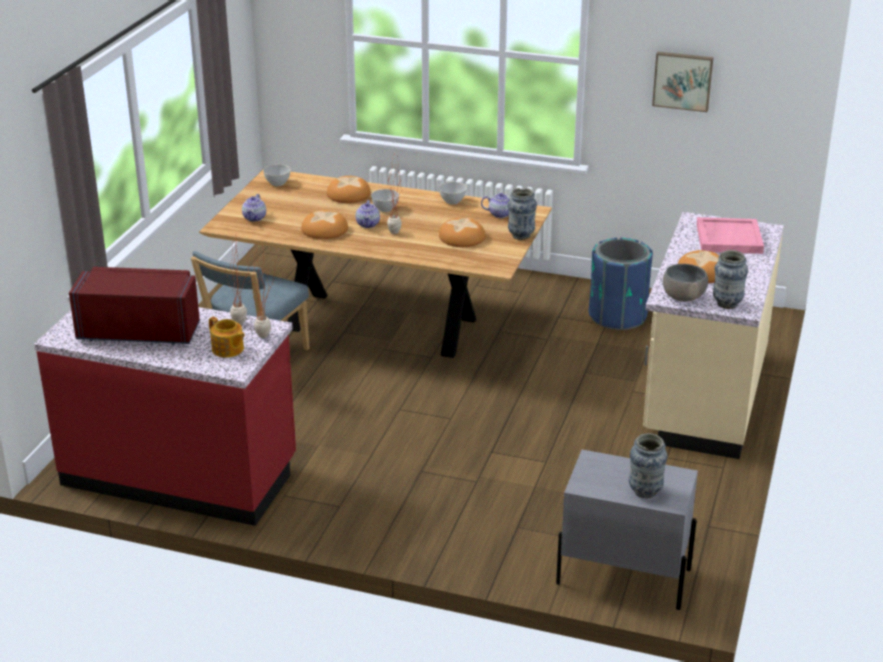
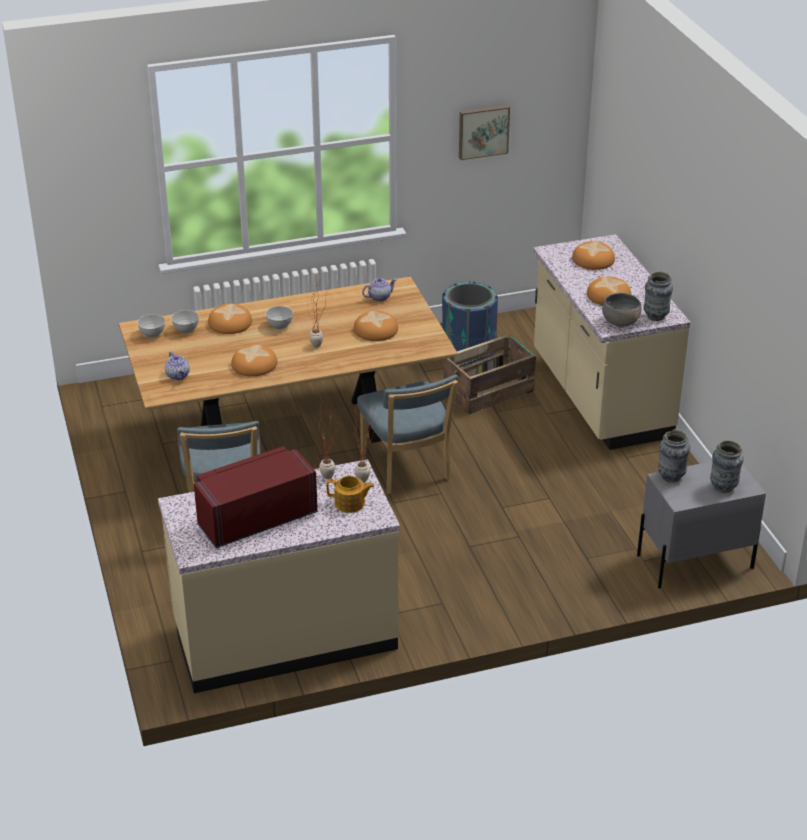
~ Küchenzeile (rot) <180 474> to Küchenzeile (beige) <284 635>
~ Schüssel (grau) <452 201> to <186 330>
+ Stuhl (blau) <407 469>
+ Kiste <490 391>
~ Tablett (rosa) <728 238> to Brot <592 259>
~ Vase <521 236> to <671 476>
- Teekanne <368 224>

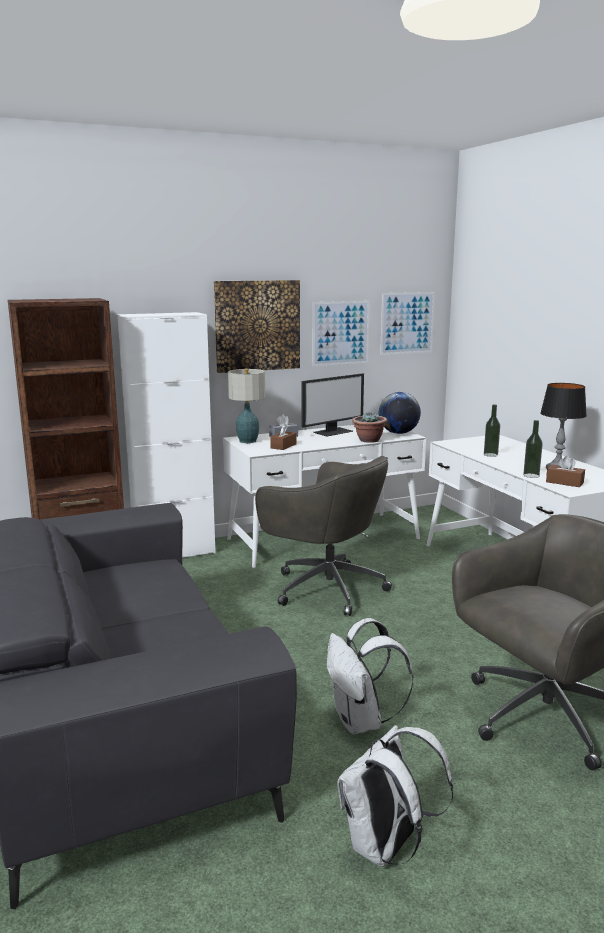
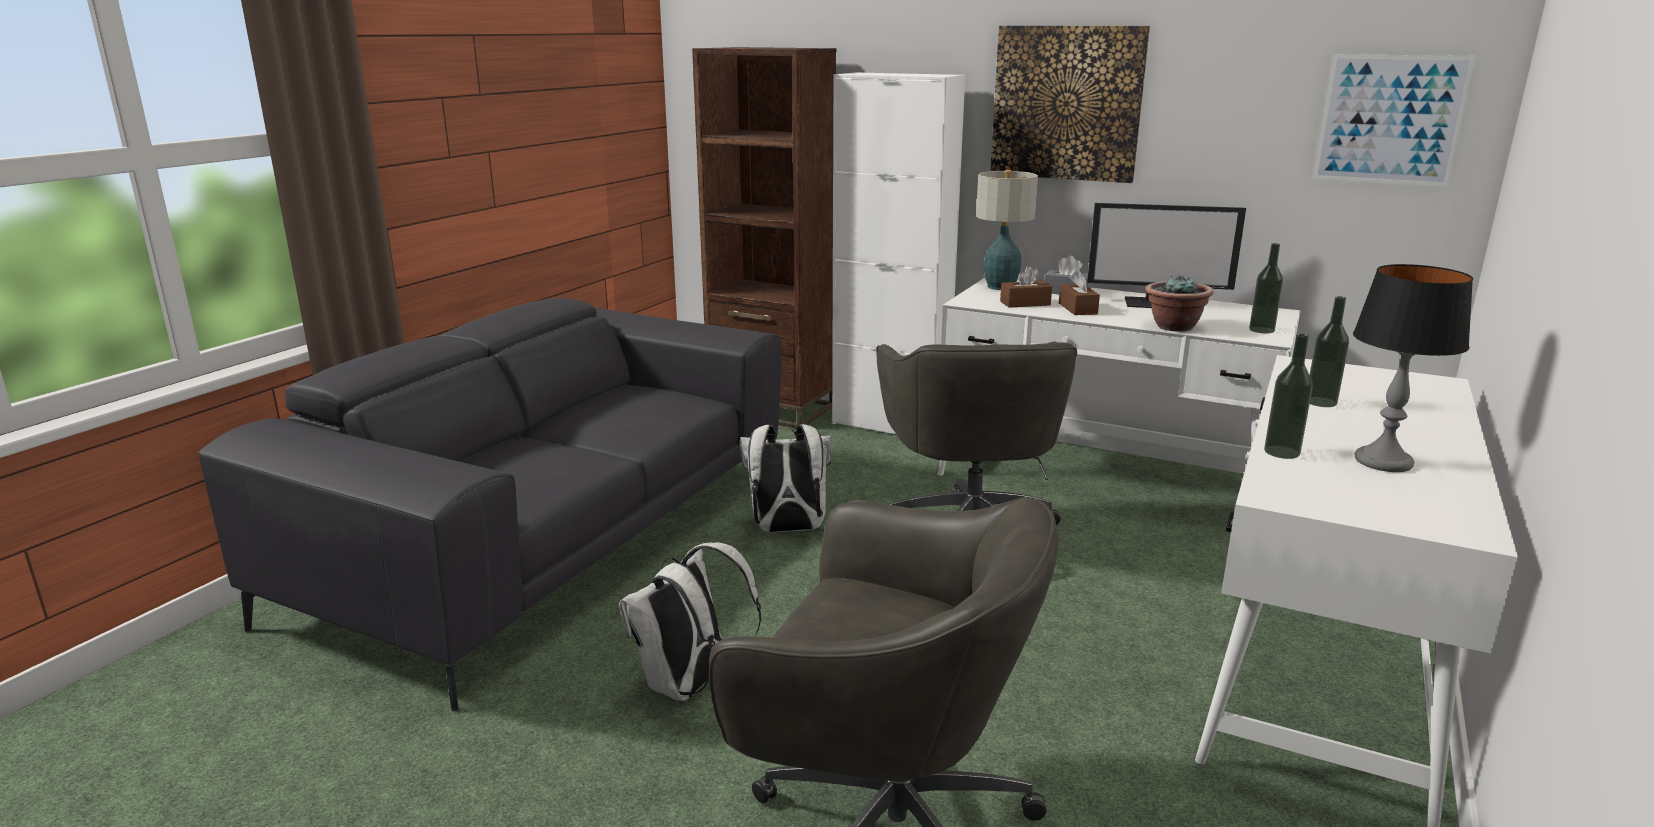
~ Rucksack (weiß) <386 848> to <787 529>
~ Taschentuchbox (braun) <564 482> to <1077 308>
~ Globus <398 433> to Flasche <1261 330>
- Bild <340 333>

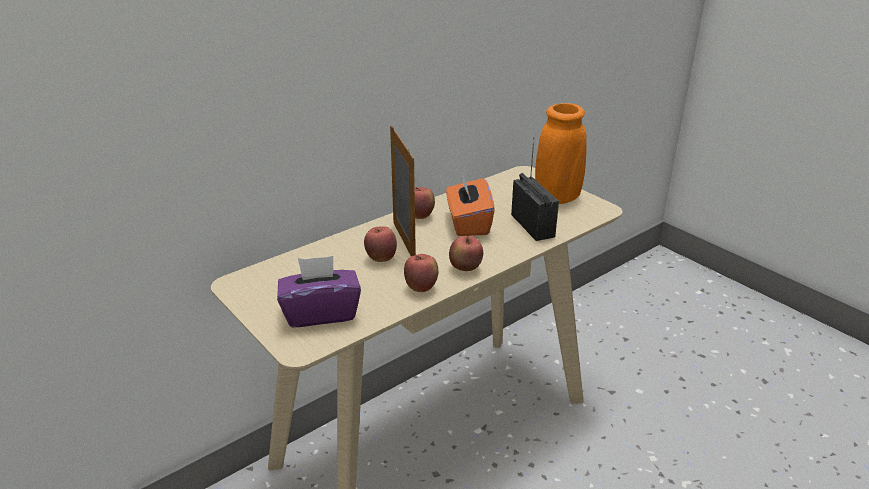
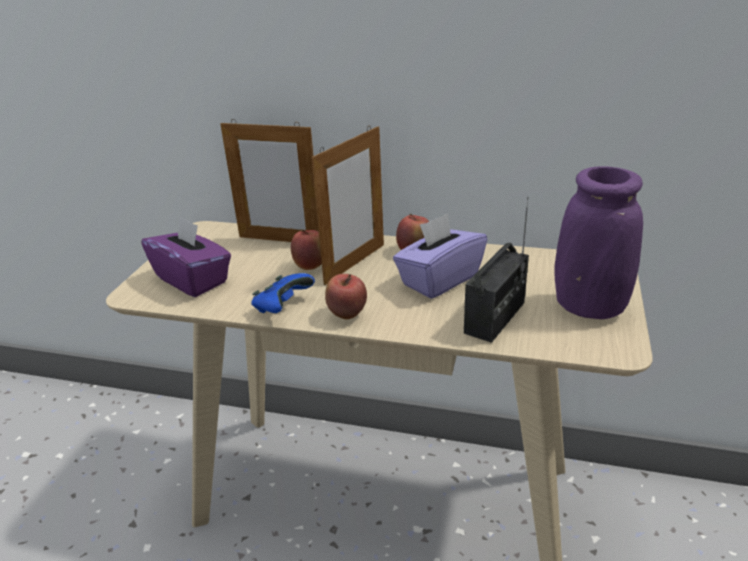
+ Bilderrahmen <280 240>
~ Apfel <421 288> to Gamepad (blau) <283 307>
~ Taschentuchbox (orange) <468 223> to Taschentuchbox (lila) <439 279>
~ Vase (orange) <557 198> to Vase (lila) <588 307>

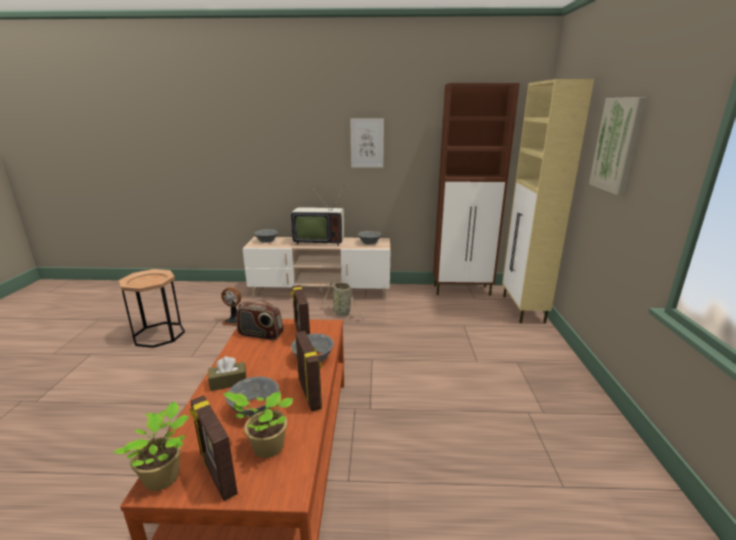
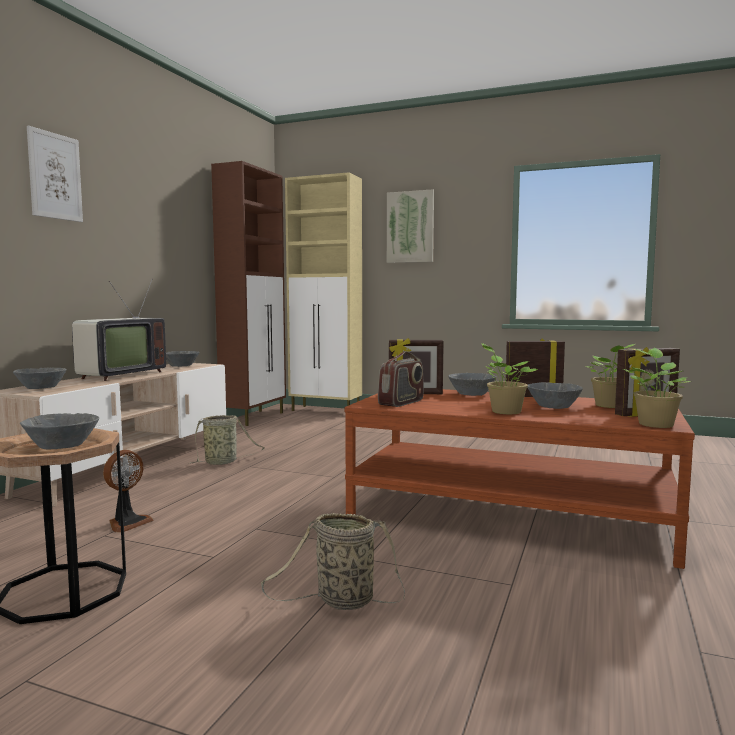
+ Schüssel (grau) <62 446>
~ Bild <367 143> to <55 176>
+ Korb <341 601>
~ Taschentuchbox (braun) <228 382> to Topfpflanze <504 411>

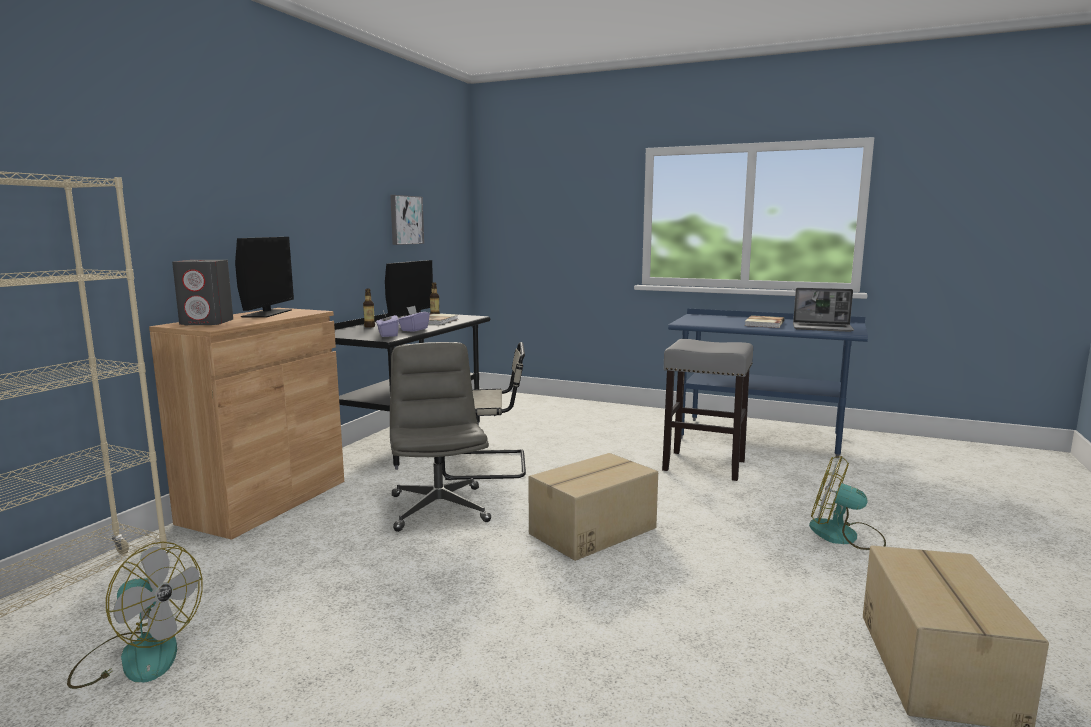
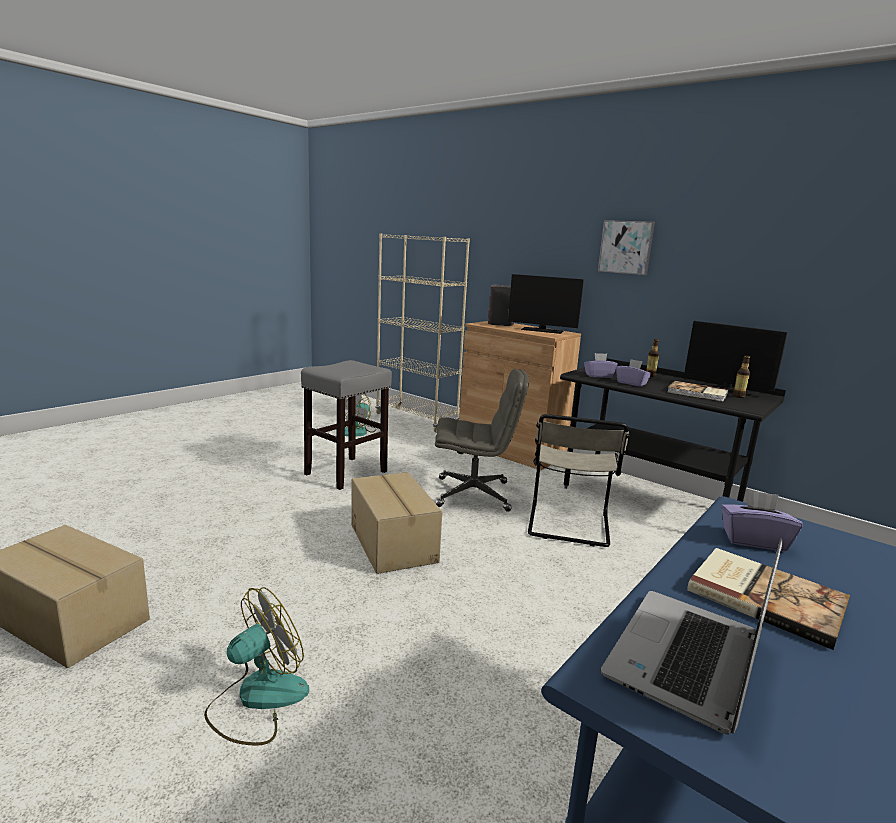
~ Hocker (grau) <703 465> to <346 472>
~ Bild <405 220> to <626 247>
+ Taschentuchbox (lila) <753 540>

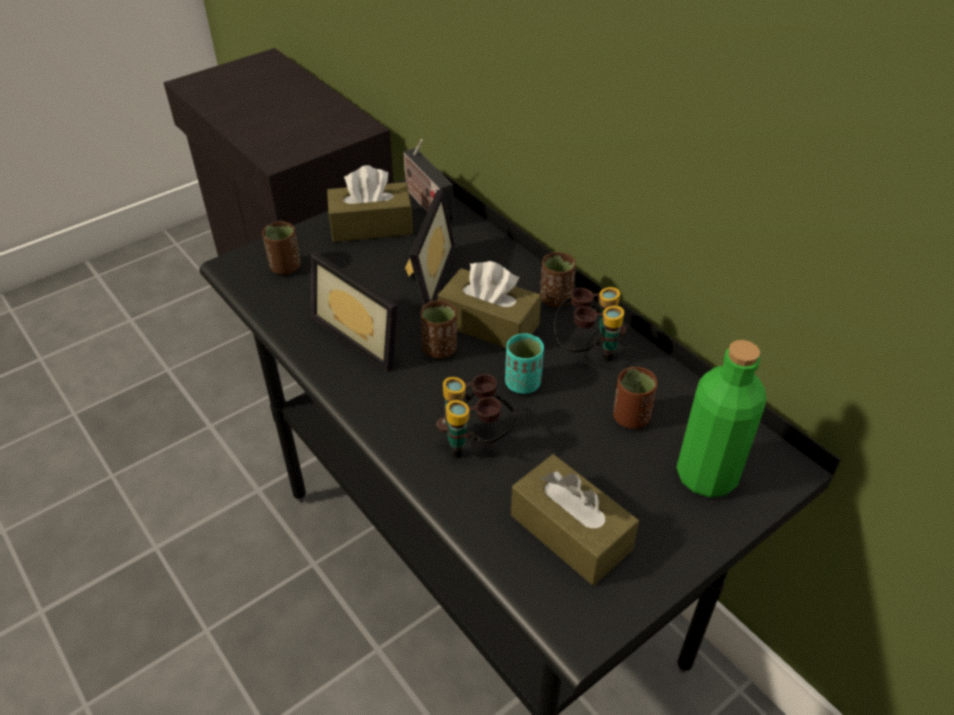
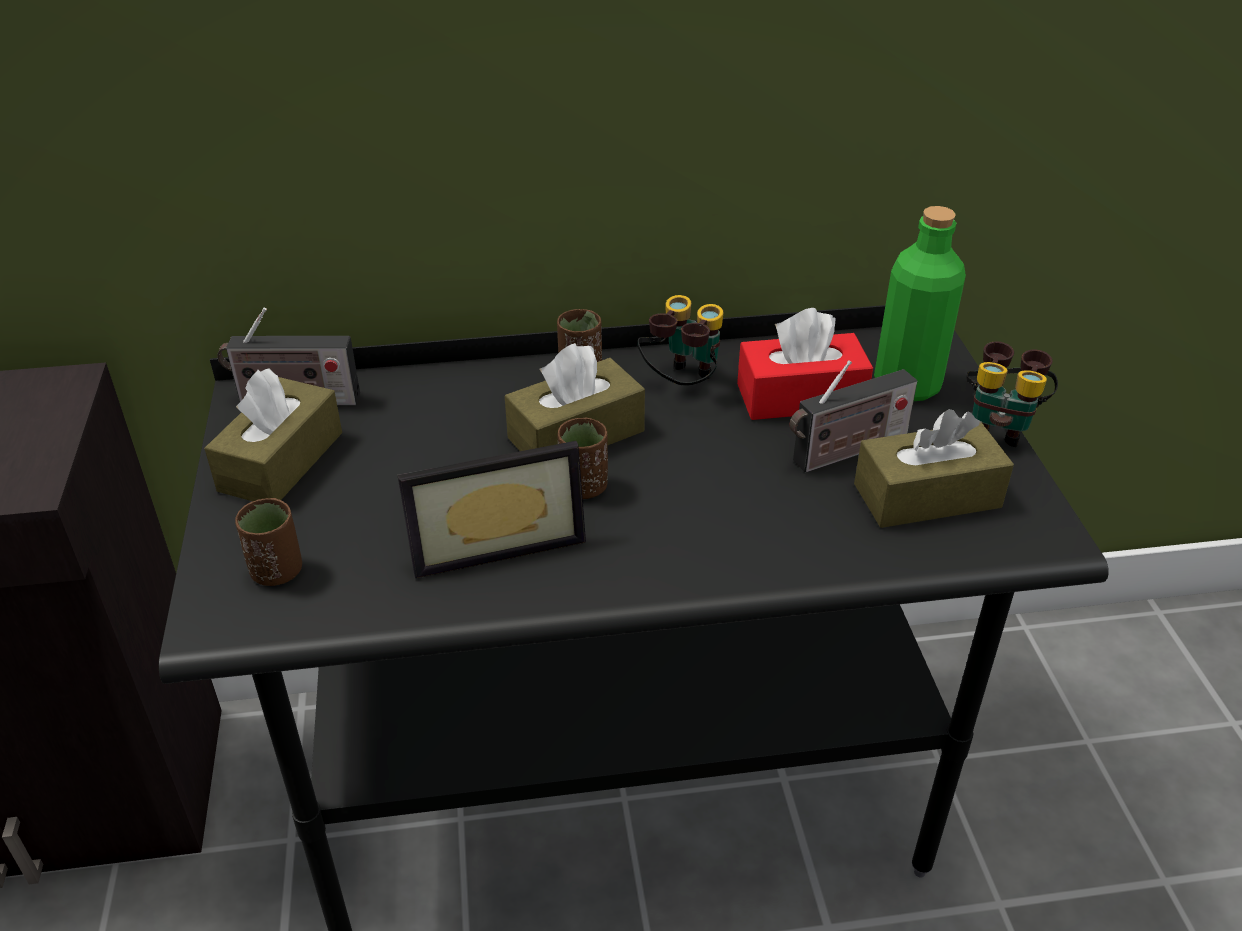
~ Tasse (braun) <630 417> to Taschentuchbox (rot) <800 397>
+ Radio <845 452>
~ Fernglas <476 442> to <999 427>
- Bilderrahmen <423 277>
- Tasse (türkis) <523 383>

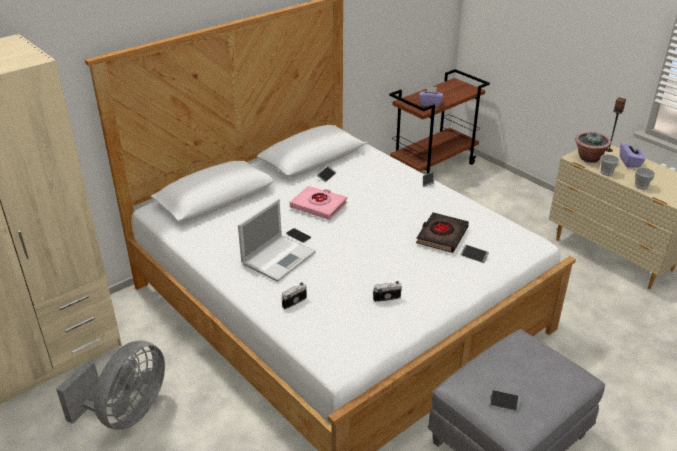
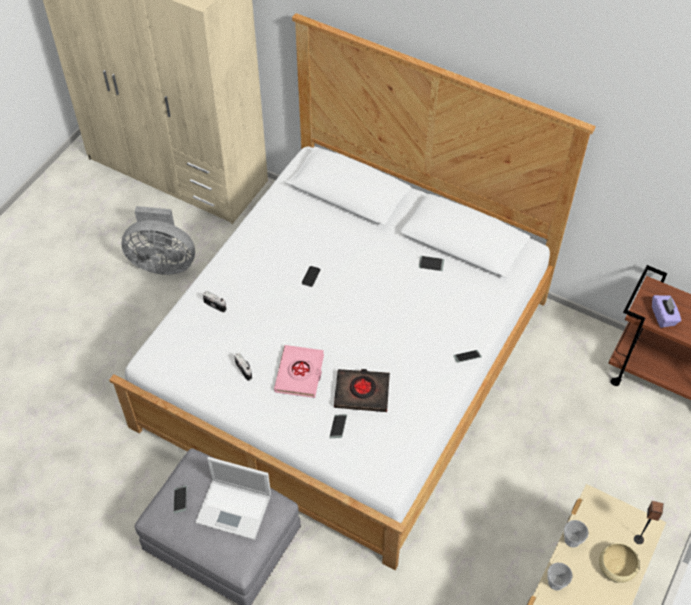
~ Laptop <279 257> to <235 509>
~ Buch (rosa) <319 206> to <300 374>
~ Taschentuchbox (lila) <630 162> to Schüssel (beige) <616 567>
- Topfpflanze <589 158>

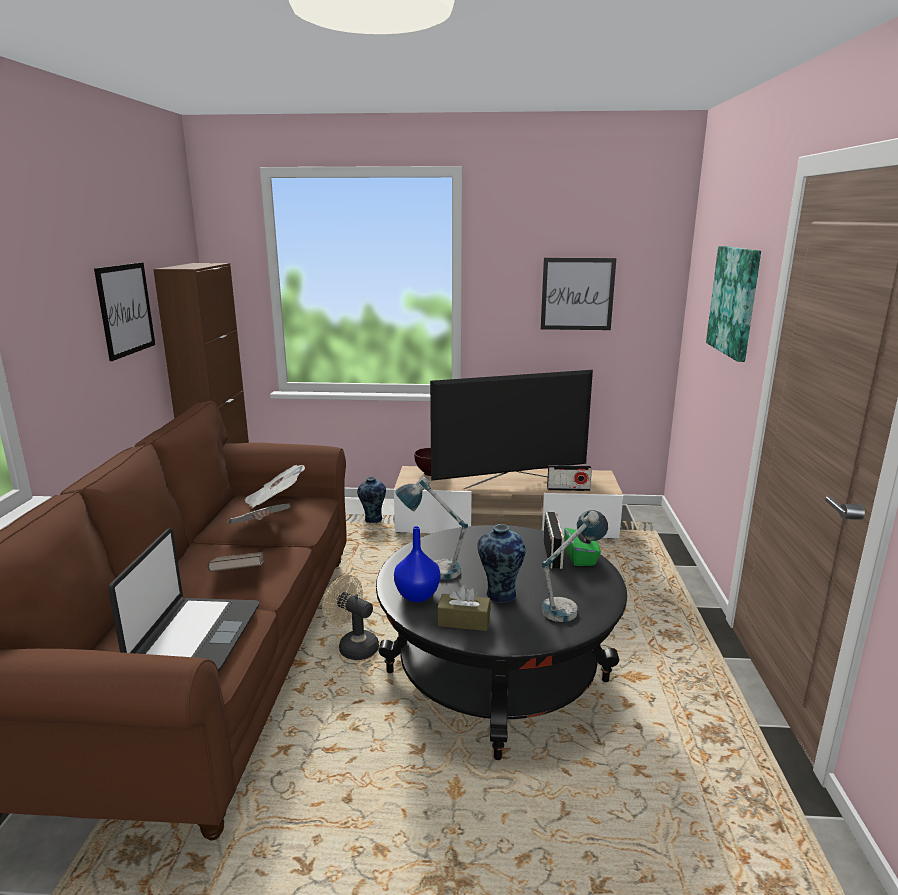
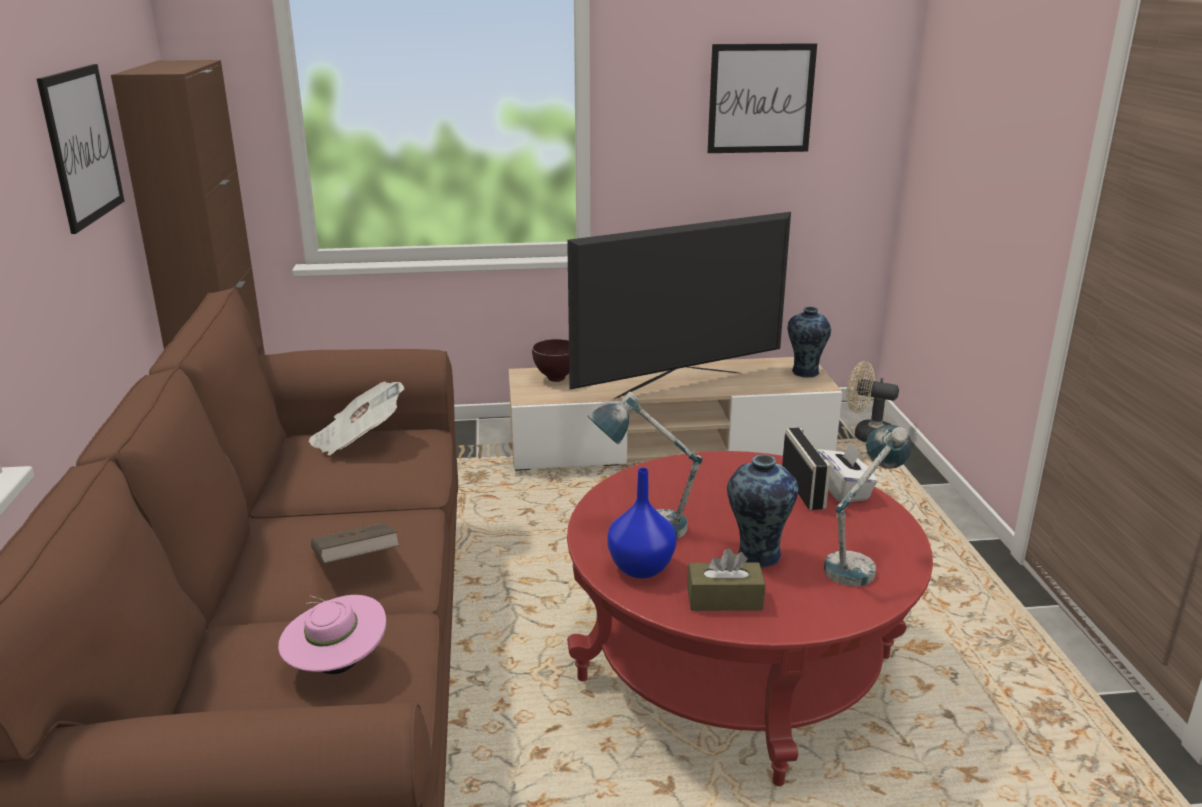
~ Laptop <195 636> to Hut (rosa) <337 666>
~ Couchtisch (schwarz) <497 676> to Couchtisch (rot) <736 667>
~ Vase <372 519> to <804 373>
~ Taschentuchbox (grün) <581 557> to Taschentuchbox (weiß) <843 490>
~ Ventilator (beige) <353 646> to <867 435>
- Zeitung <260 530>
- Radio <568 489>
- Bild <735 301>

